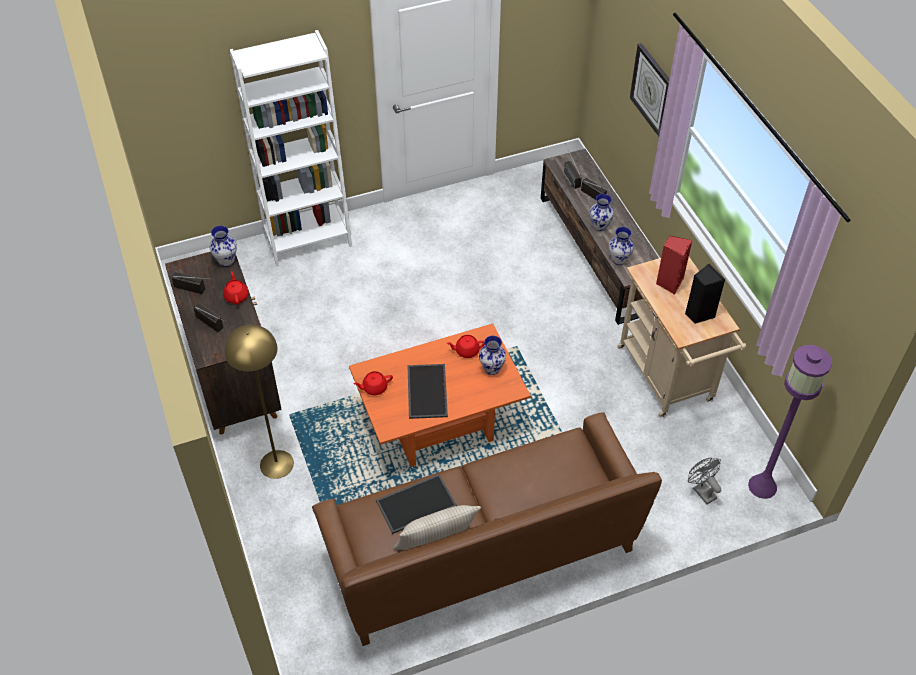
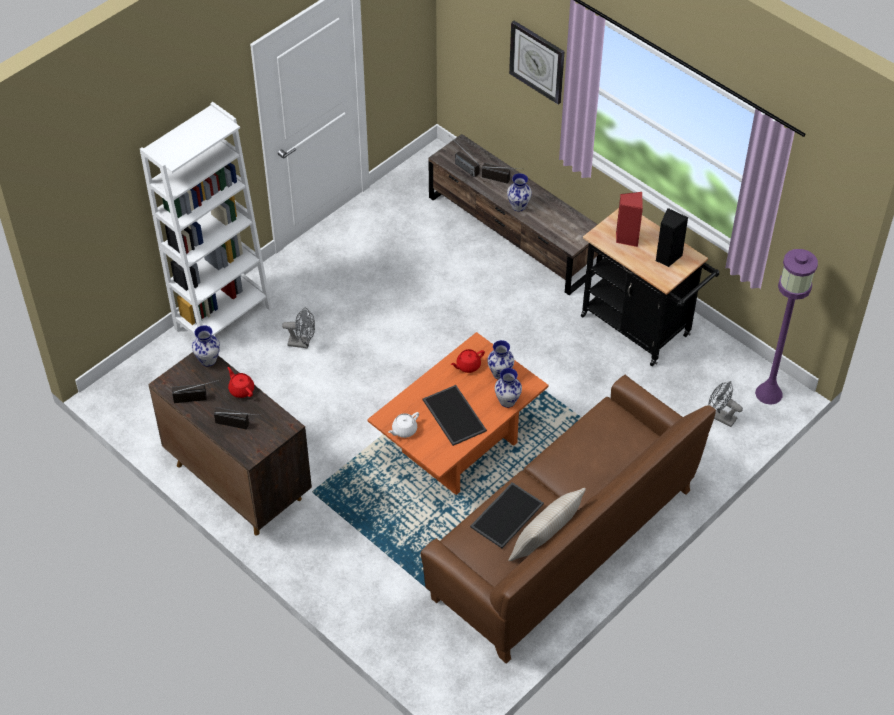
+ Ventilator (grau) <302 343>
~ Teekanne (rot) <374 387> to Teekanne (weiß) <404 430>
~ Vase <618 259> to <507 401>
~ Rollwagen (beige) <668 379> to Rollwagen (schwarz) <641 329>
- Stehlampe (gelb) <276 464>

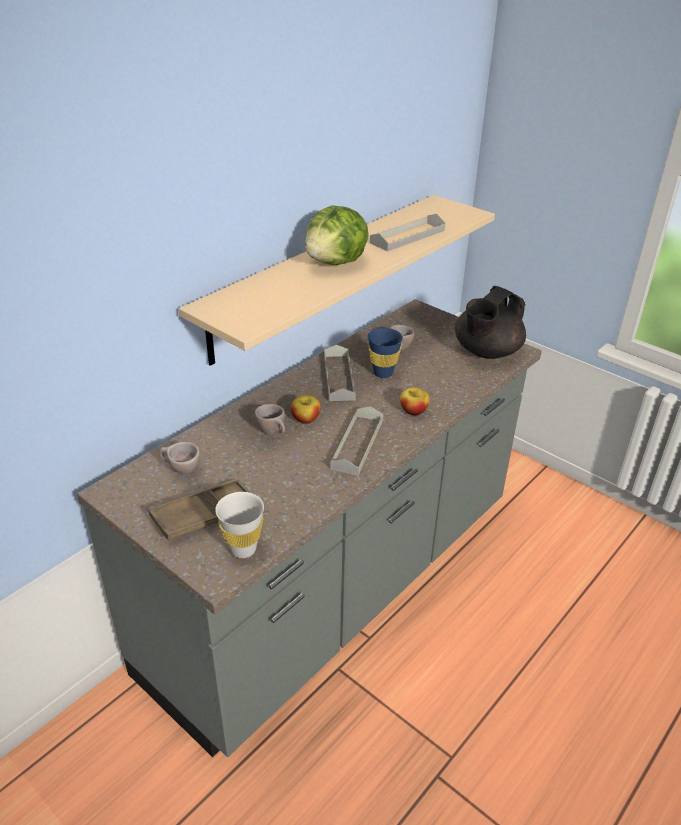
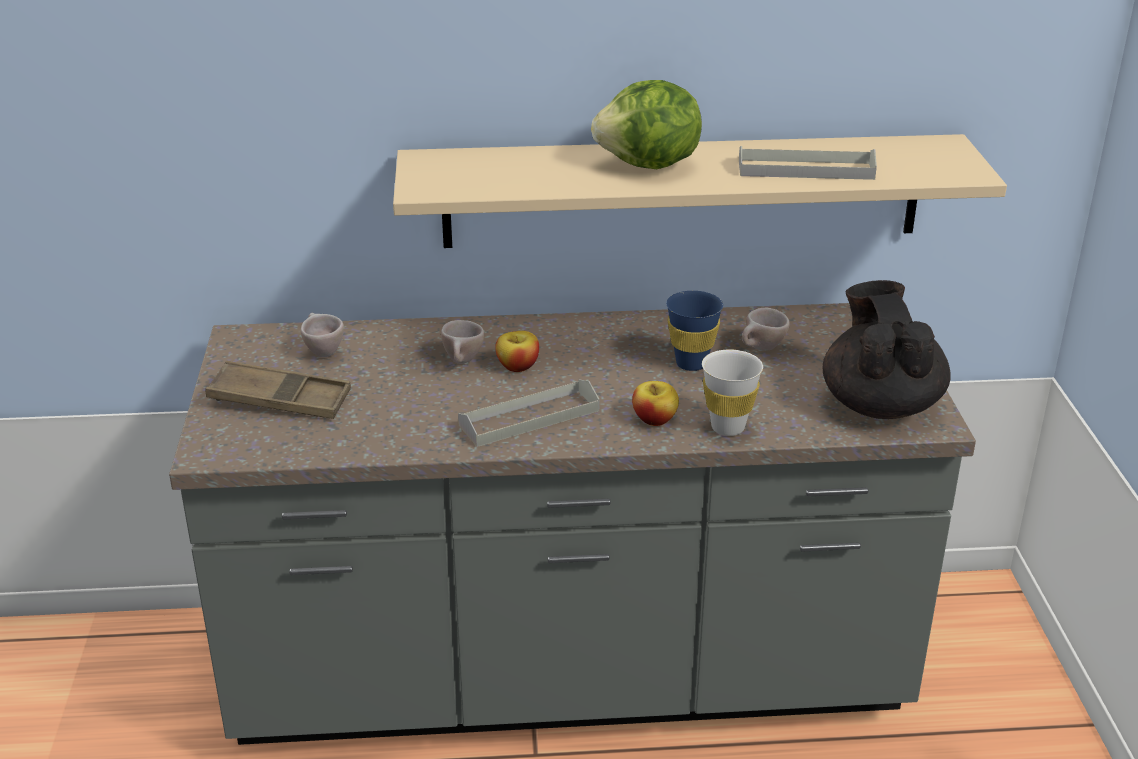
~ Tasse (weiß) <243 549> to <727 427>
~ Teekanne (schwarz) <486 352> = <880 404> 90 degrees clockwise
- Tablett (grau) <339 377>

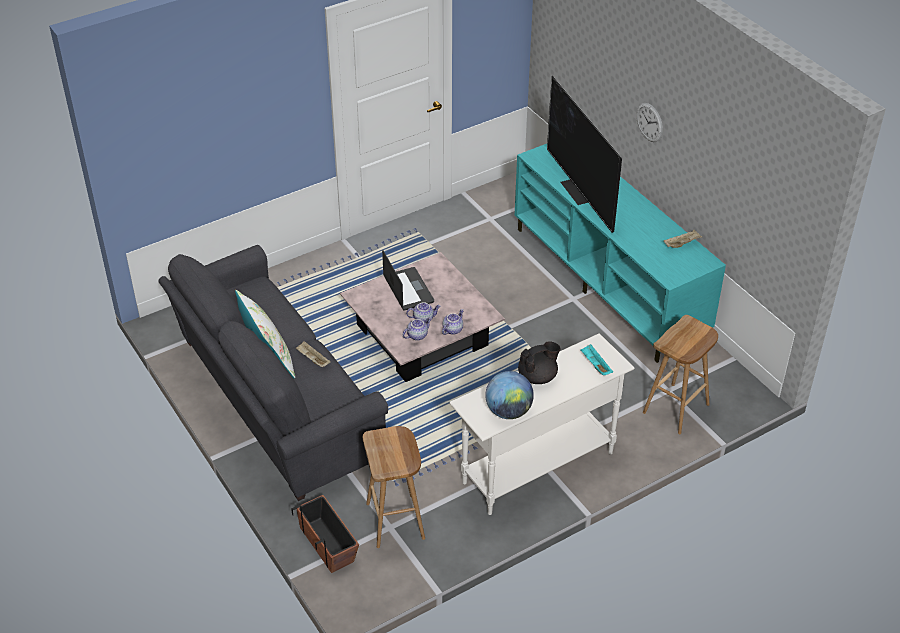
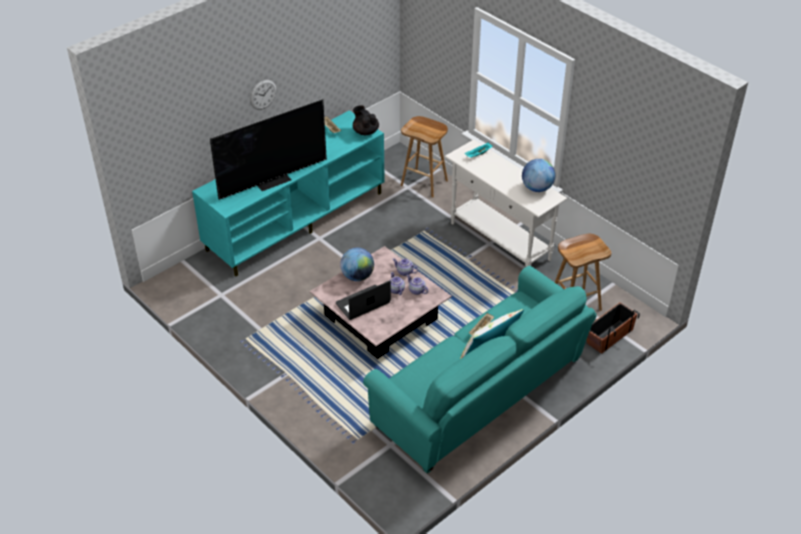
+ Globus <357 276>
~ Teekanne (schwarz) <538 376> to <365 131>
~ Sofa (grau) <273 402> to Sofa (türkis) <483 395>

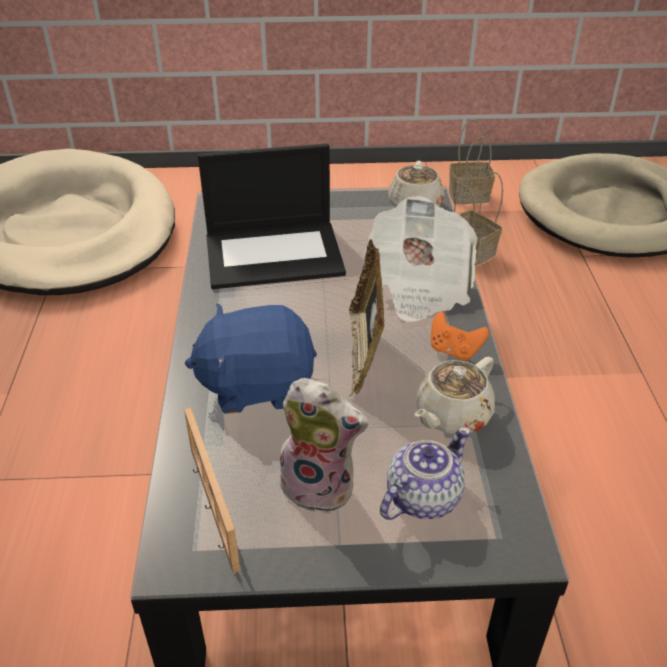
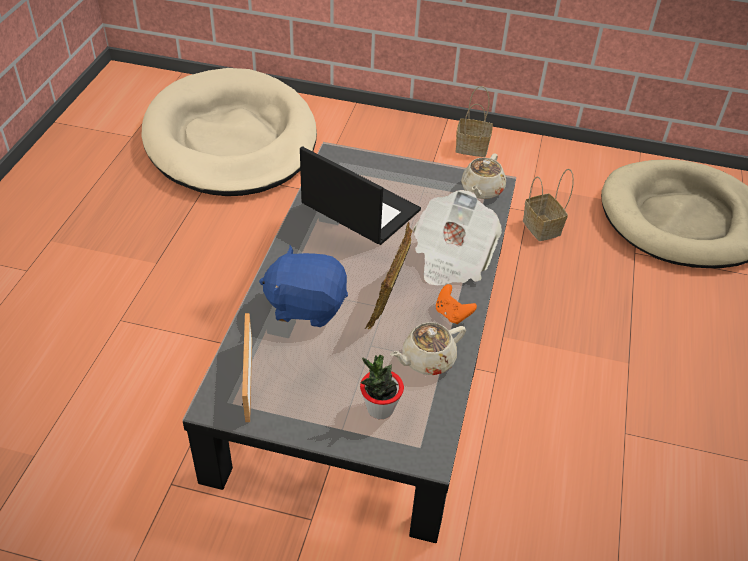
~ Laptop <275 254> = <358 208> 150 degrees counterclockwise
~ Teekanne <421 498> to Topfpflanze <380 408>
~ Korb <470 195> to <473 147>
- Plüschtier <321 486>

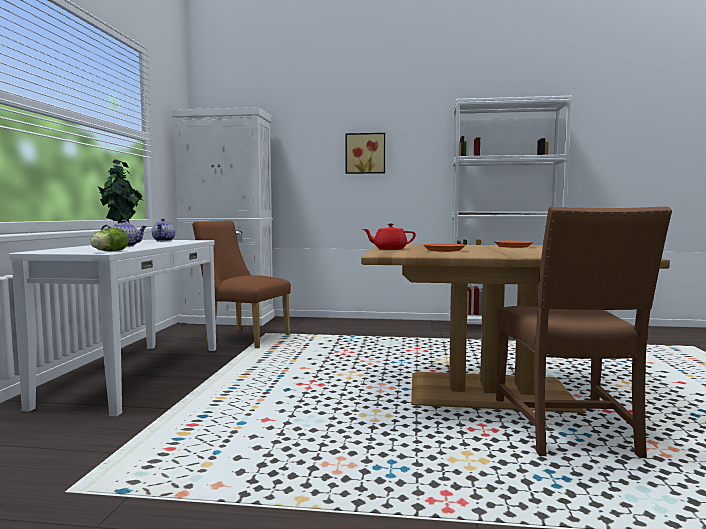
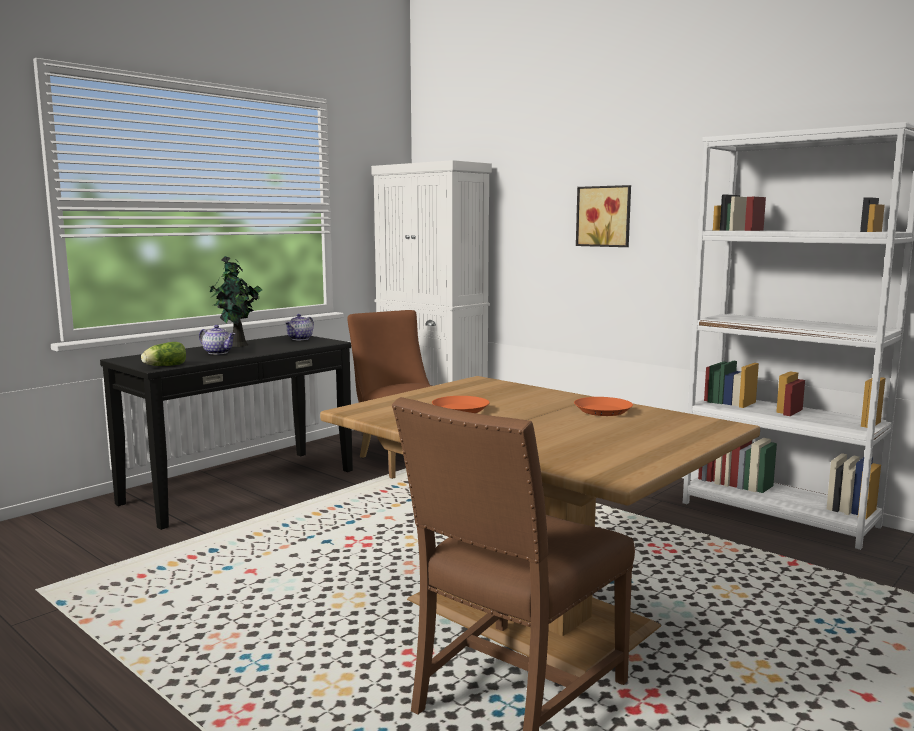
~ Konsolentisch (weiß) <136 374> to Konsolentisch (schwarz) <240 486>
- Teekanne (rot) <389 249>

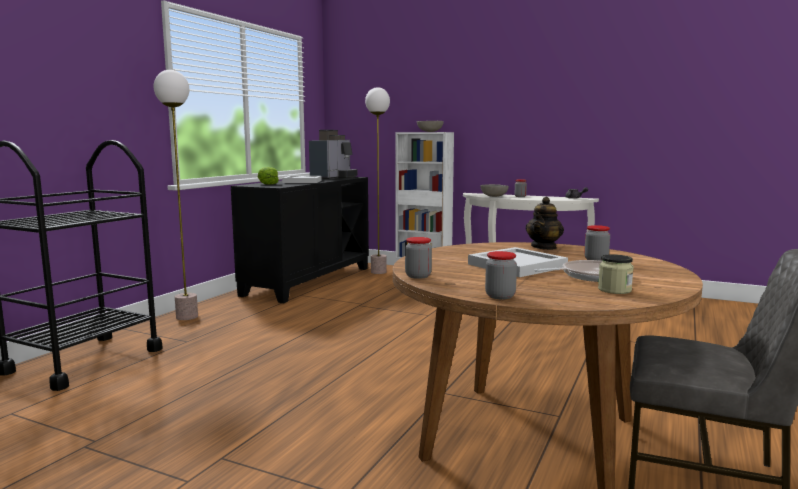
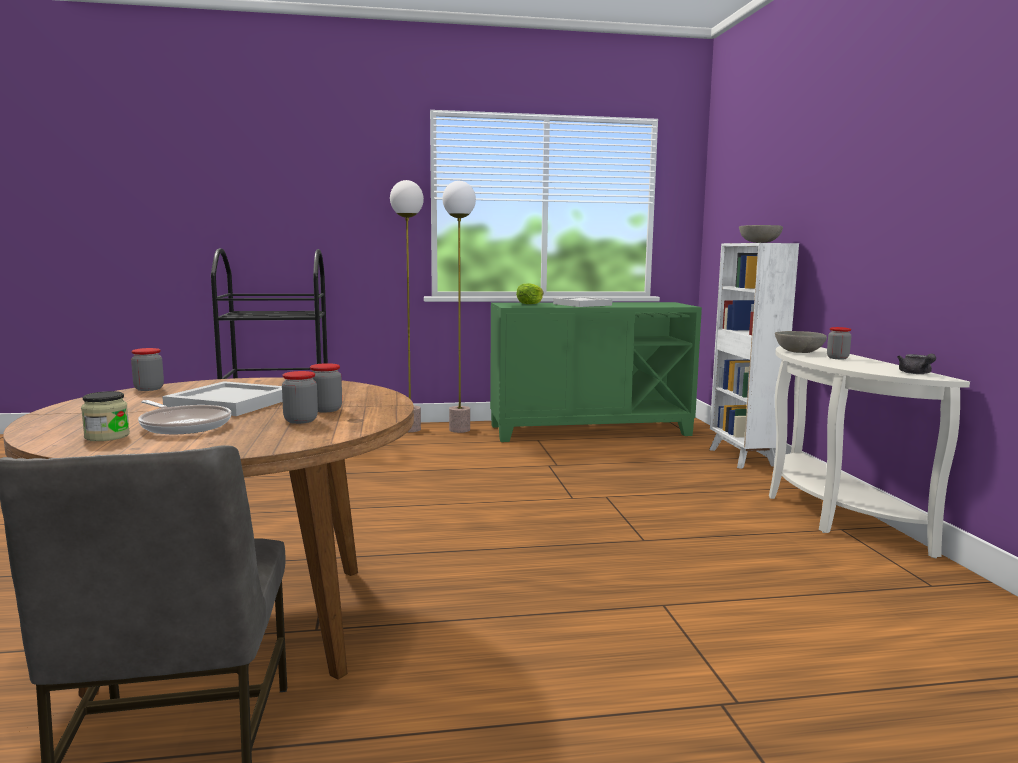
~ Vorratsglas <500 296> to <326 409>
~ Stehlampe <378 272> to <460 430>
~ Schrank (schwarz) <308 281> to Schrank (grün) <589 430>
- Kaffeemaschine <333 177>
- Teekanne <544 247>

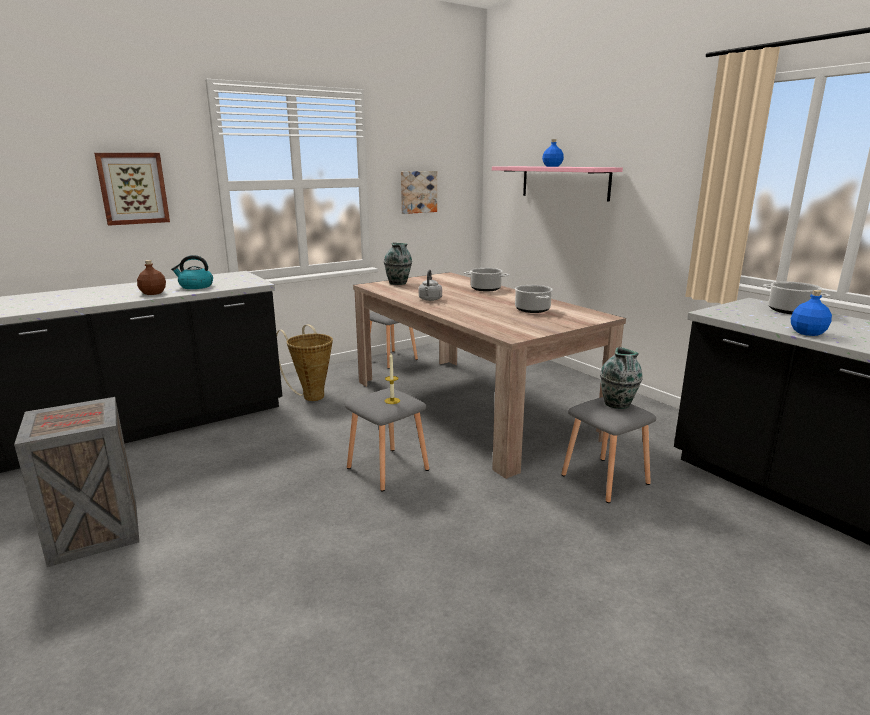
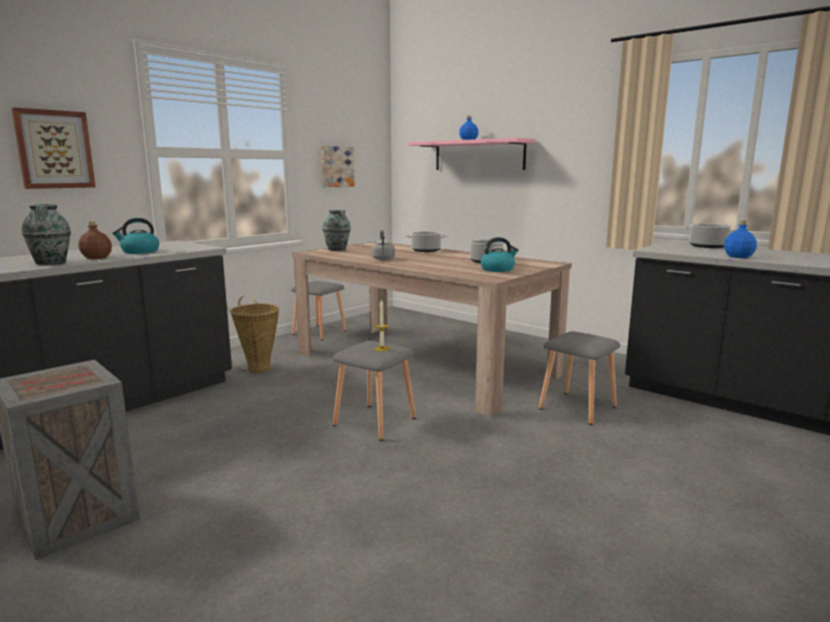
~ Vase <617 404> to <51 263>
+ Wasserkessel <498 269>

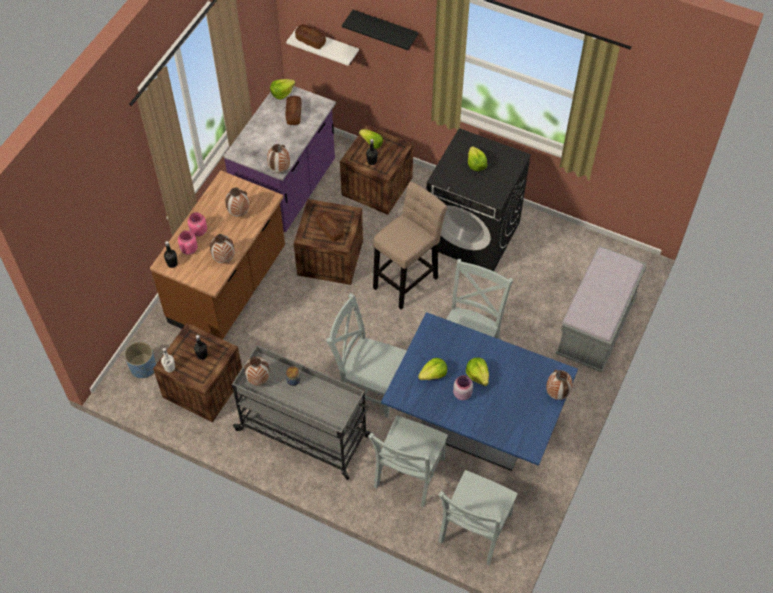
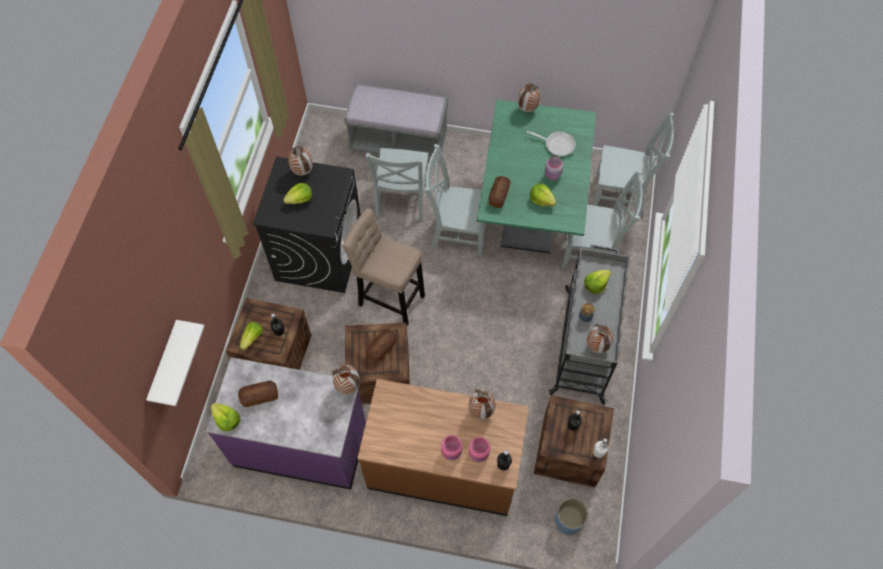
~ Vase <239 214> to <303 172>
~ Stuhl (grau) <368 386> to <401 199>
~ Esstisch (blau) <474 429> to Esstisch (grün) <530 212>
~ Brot <310 41> to <499 195>
+ Pfanne <557 144>
~ Salatkopf <478 375> to <595 284>
- Wandregal (schwarz) <385 30>

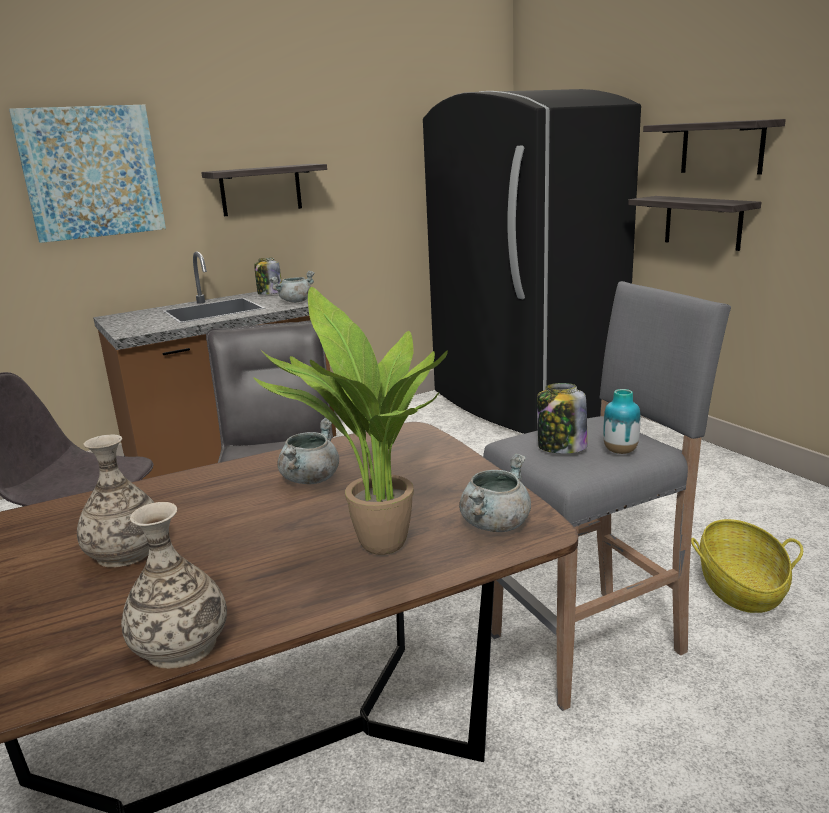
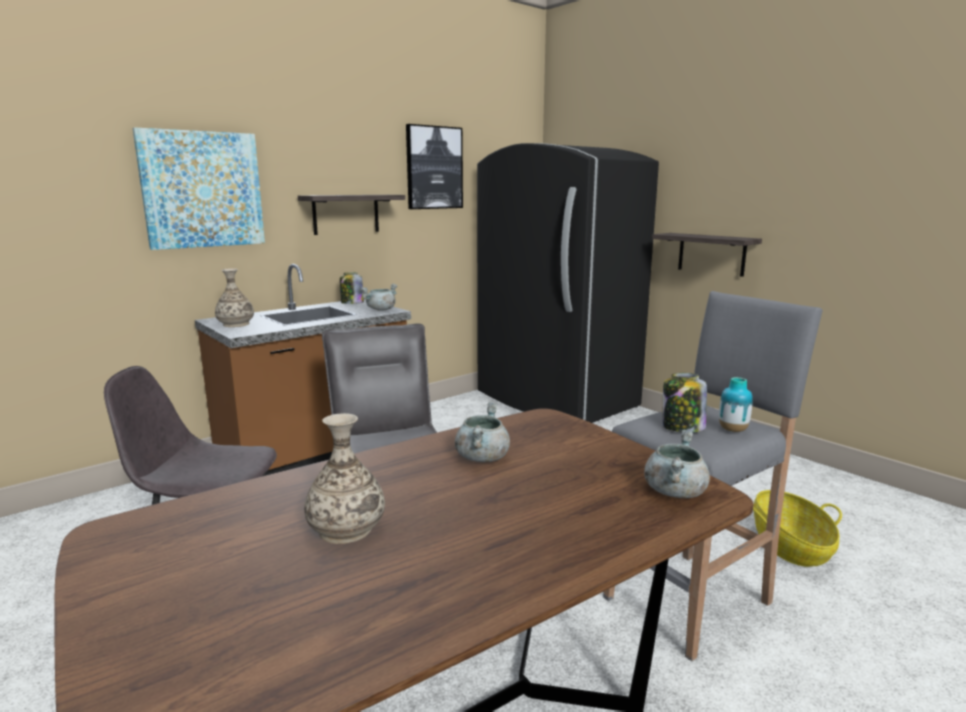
~ Vase <181 646> to <236 324>
+ Bild <434 168>
- Topfpflanze <375 547>
- Wandregal <722 147>

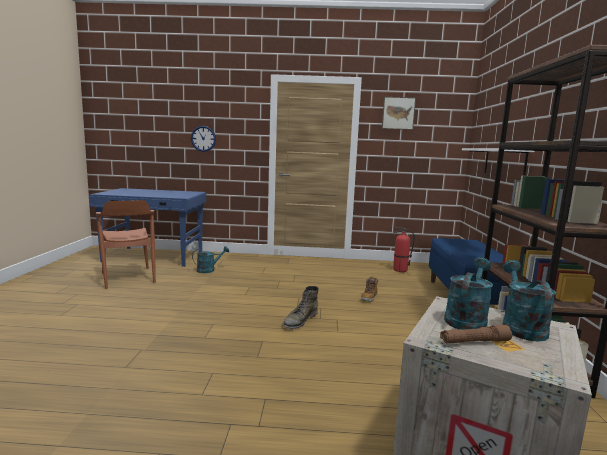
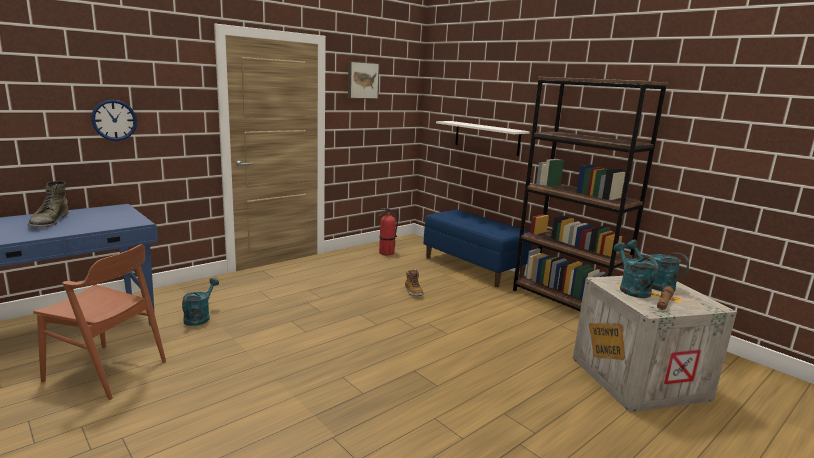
~ Stiefel (grün) <300 320> to <49 221>

